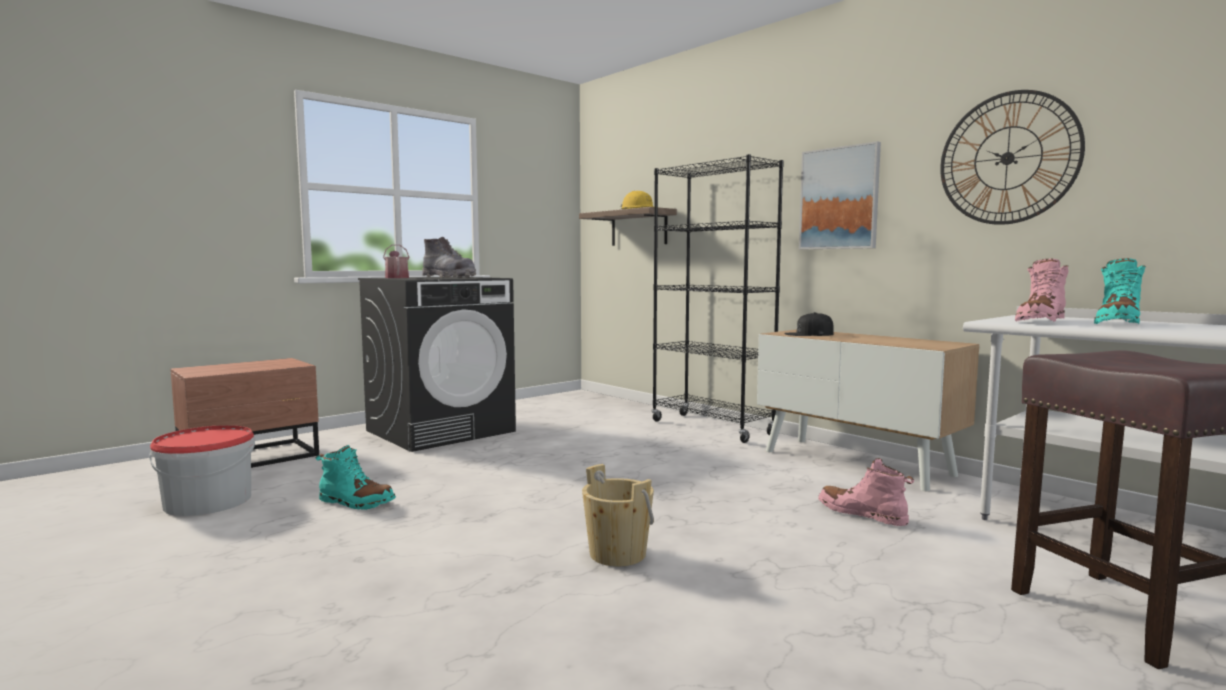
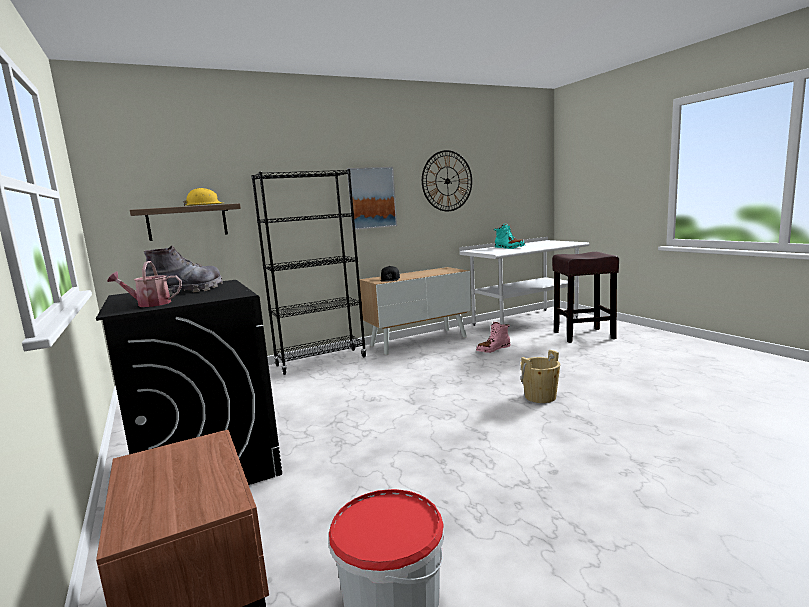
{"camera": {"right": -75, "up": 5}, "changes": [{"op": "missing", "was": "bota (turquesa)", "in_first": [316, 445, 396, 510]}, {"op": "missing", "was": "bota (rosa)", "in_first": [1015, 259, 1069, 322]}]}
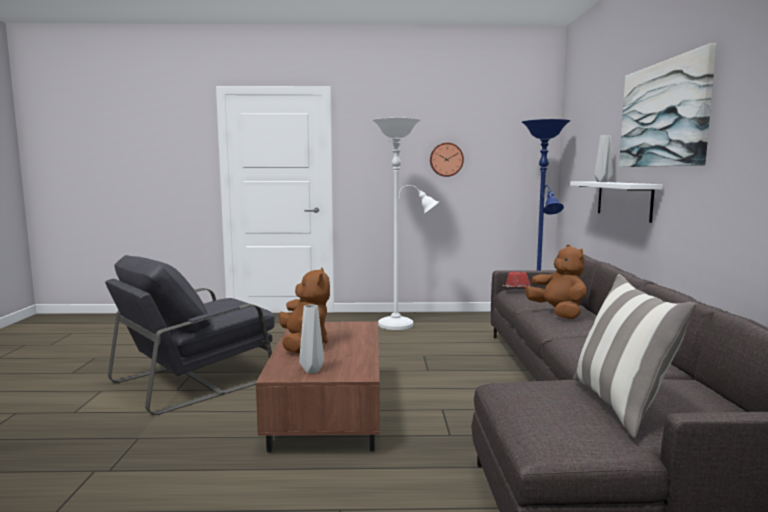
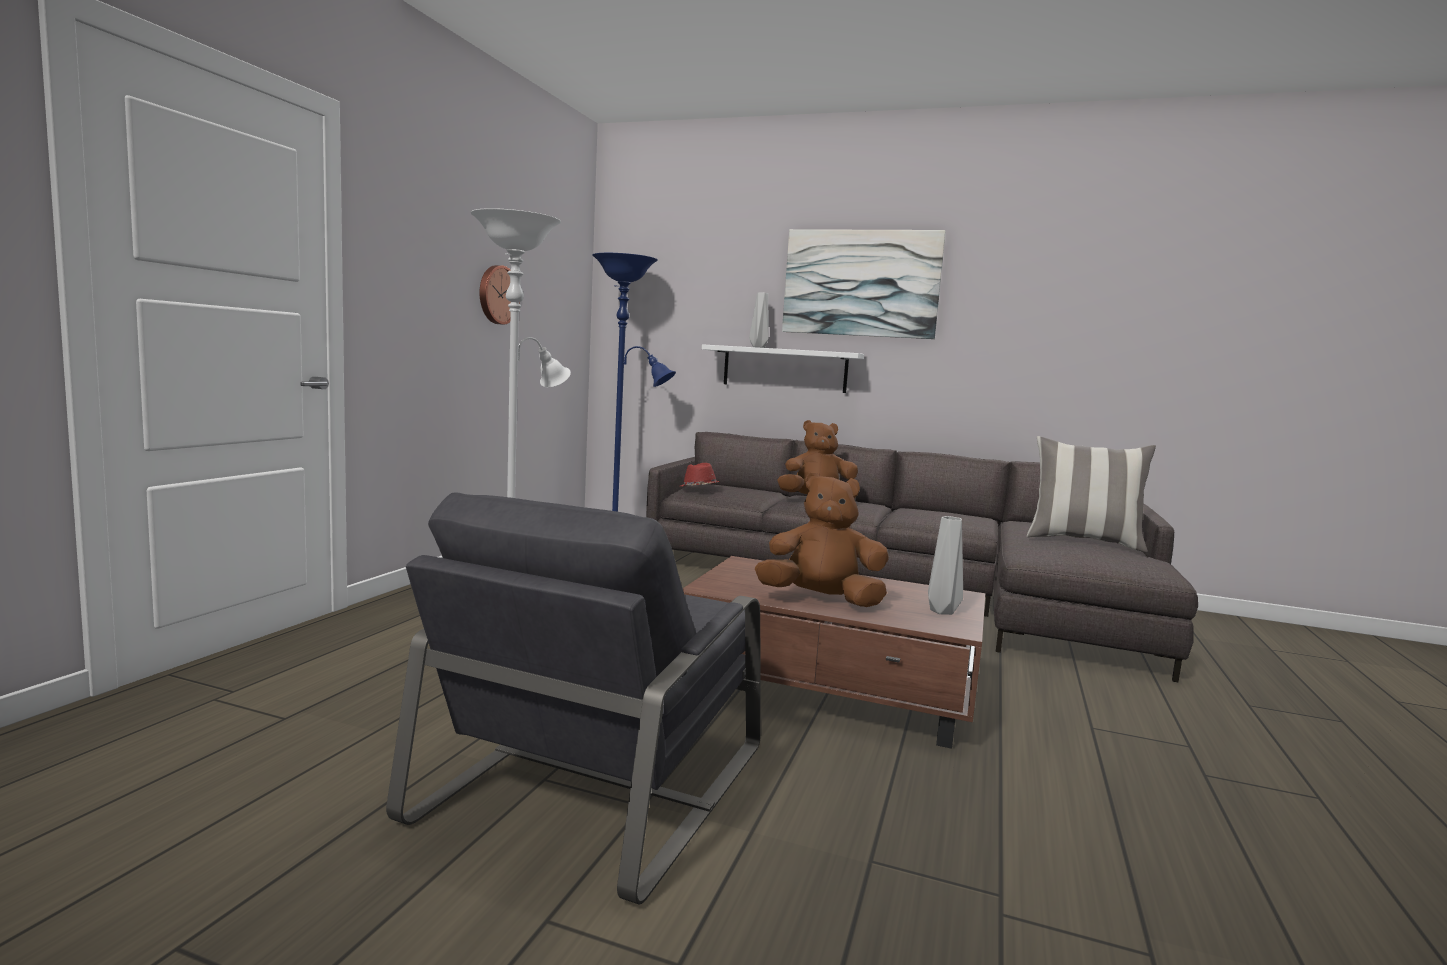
{"camera": {"right": -70, "up": 0}, "changes": [{"op": "spun", "was": "sillón (gris)", "in_first": [105, 255, 275, 415], "in_second": [386, 493, 760, 905], "clockwise": 45}]}
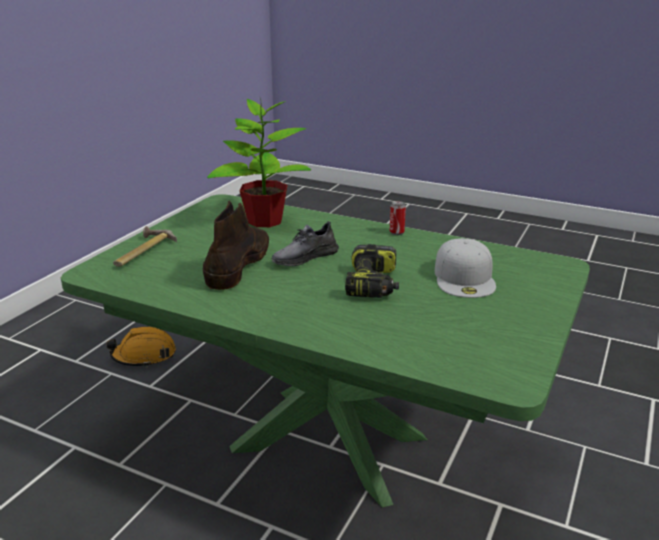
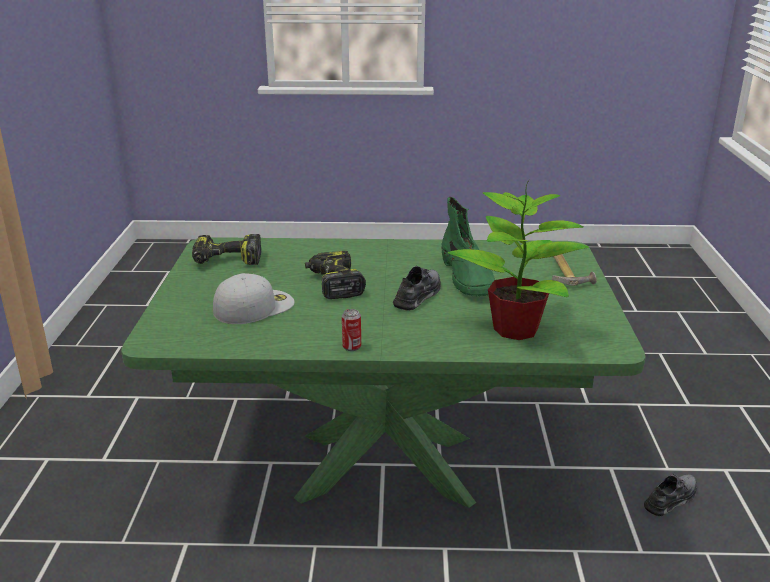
{"camera": {"right": 155, "up": 0}, "changes": [{"op": "appeared", "now": "taladro", "in_second": [192, 234, 261, 265]}, {"op": "exchanged", "was": "casco (naranja)", "now": "zapato (gris)", "in_first": [106, 327, 176, 367], "in_second": [644, 473, 697, 516]}, {"op": "colour", "was": "bota (marrón)", "now": "bota (verde)", "in_first": [203, 201, 269, 290], "in_second": [441, 197, 495, 296]}, {"op": "spun", "was": "gorra (blanco)", "in_first": [435, 238, 496, 298], "in_second": [213, 273, 295, 324], "clockwise": 75}]}
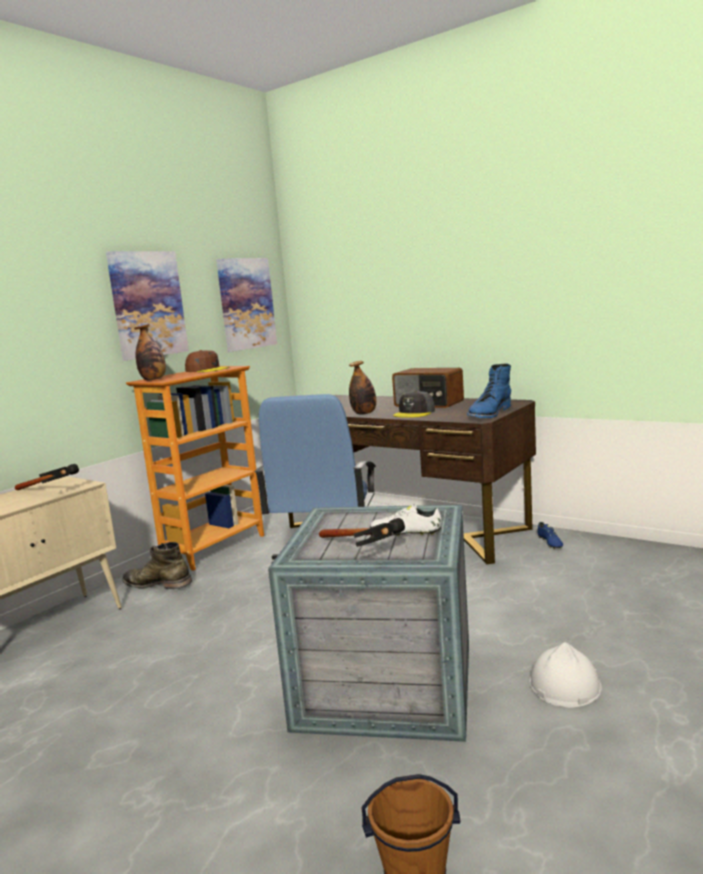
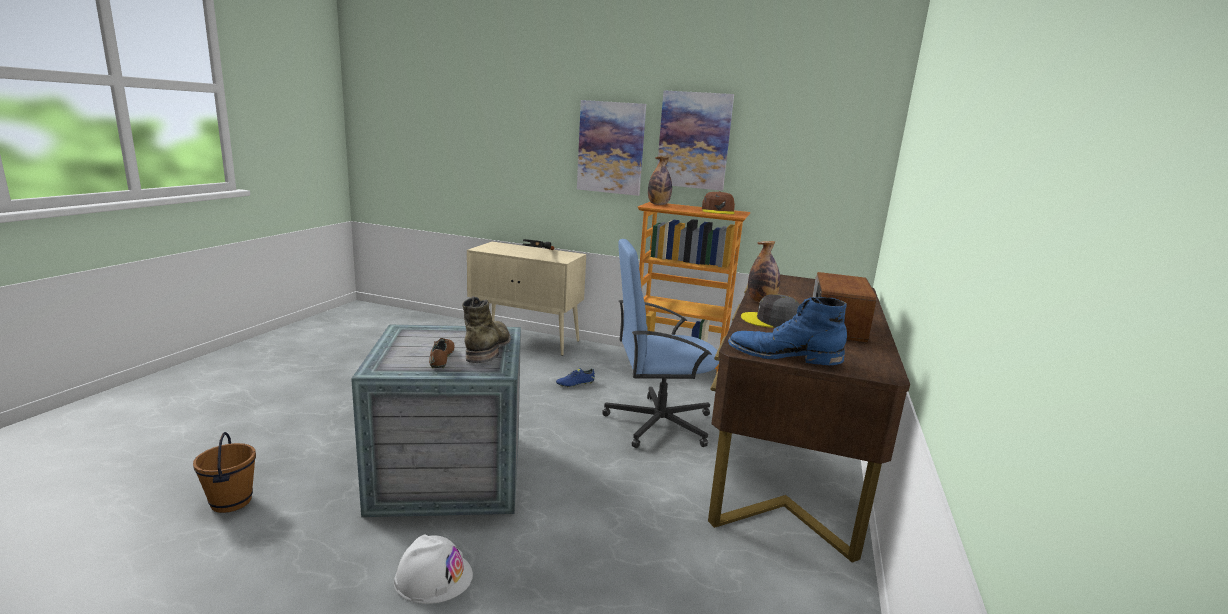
{"camera": {"right": 70, "up": 5}, "changes": [{"op": "missing", "was": "martillo", "in_first": [319, 518, 405, 547]}, {"op": "relocated", "was": "bota (verde)", "in_first": [122, 542, 192, 589], "in_second": [462, 296, 511, 363]}, {"op": "relocated", "was": "cuadro", "in_first": [216, 258, 277, 352], "in_second": [577, 100, 646, 196]}, {"op": "relocated", "was": "zapato (azul)", "in_first": [538, 522, 563, 549], "in_second": [556, 368, 595, 388]}, {"op": "colour", "was": "zapato (blanco)", "now": "zapato (marrón)", "in_first": [371, 504, 442, 536], "in_second": [429, 338, 454, 369]}]}
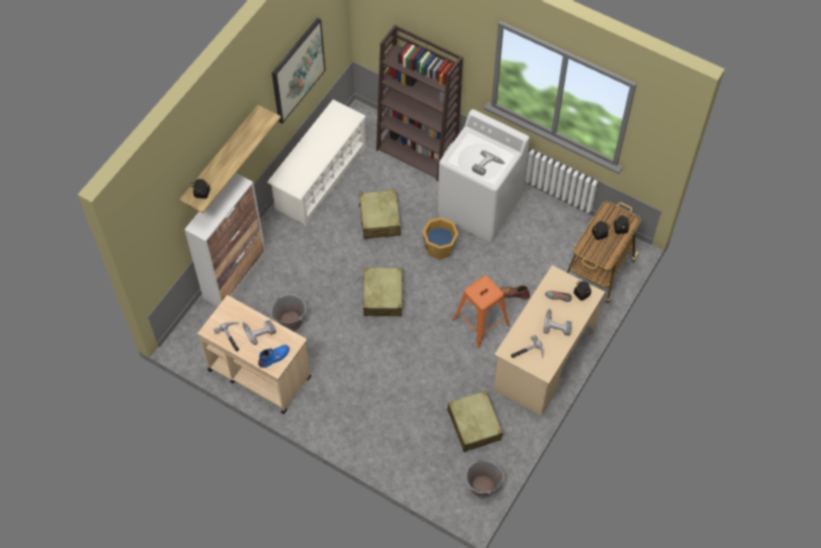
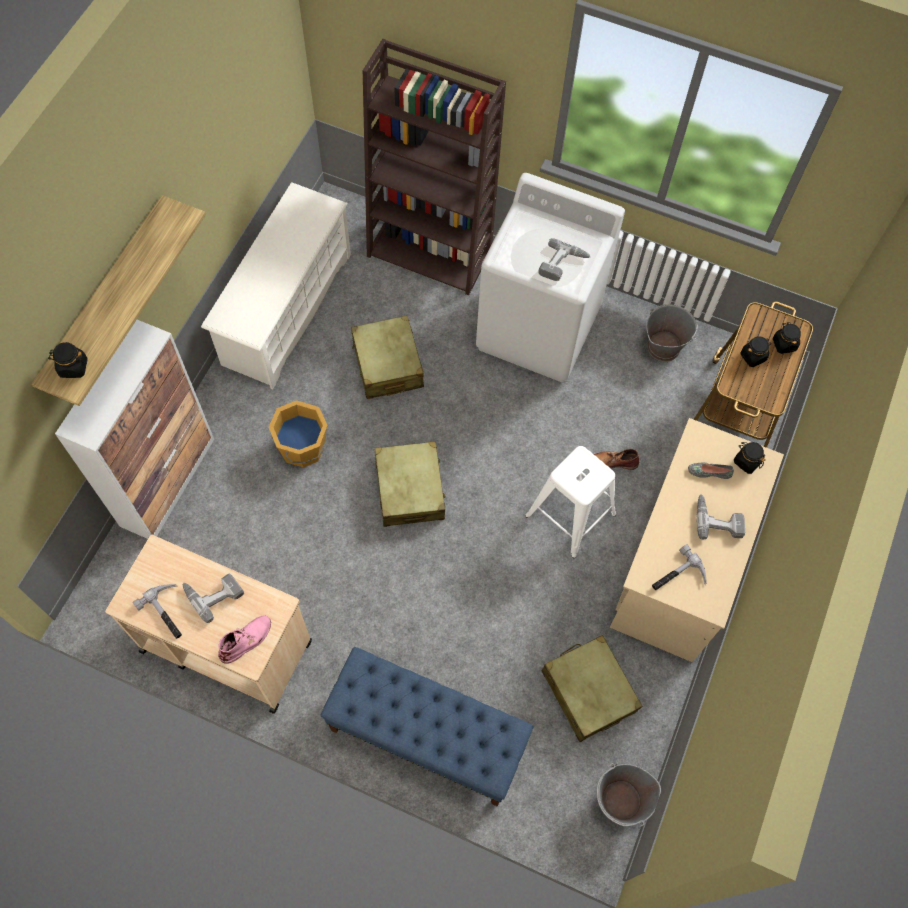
{"camera": {"right": -10, "up": 5}, "changes": [{"op": "missing", "was": "cuadro", "in_first": [272, 18, 326, 124]}, {"op": "appeared", "now": "banco (azul)", "in_second": [320, 647, 534, 807]}, {"op": "relocated", "was": "cubo (gris)", "in_first": [271, 294, 306, 331], "in_second": [646, 304, 698, 362]}, {"op": "relocated", "was": "cubo (naranja)", "in_first": [423, 217, 458, 260], "in_second": [269, 400, 328, 468]}, {"op": "colour", "was": "bota (azul)", "now": "bota (rosa)", "in_first": [258, 345, 290, 368], "in_second": [218, 615, 271, 664]}, {"op": "colour", "was": "taburete (naranja)", "now": "taburete (blanco)", "in_first": [452, 275, 510, 348], "in_second": [525, 446, 616, 558]}]}
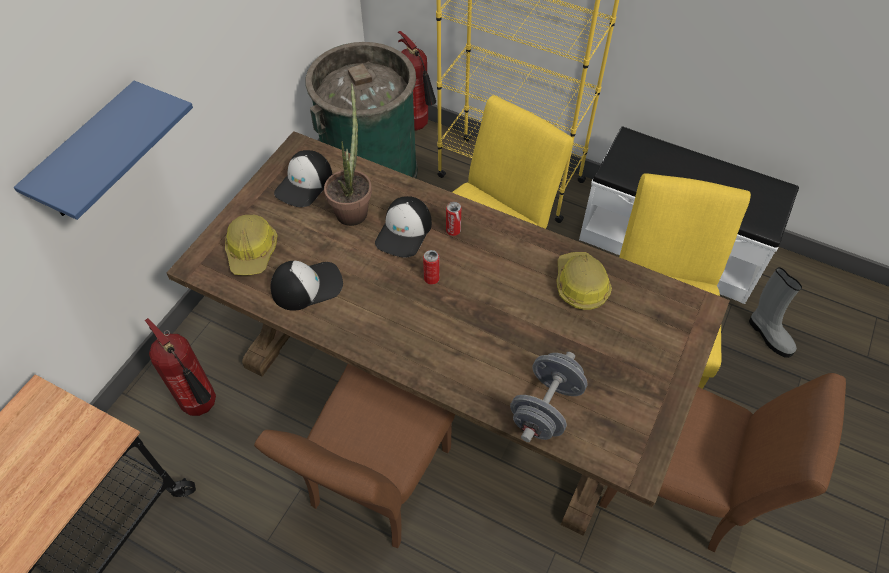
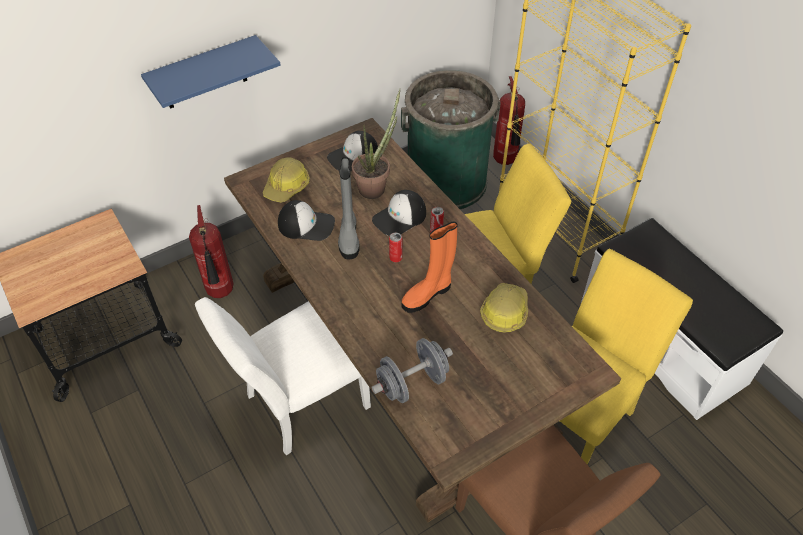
{"camera": {"right": 30, "up": -5}, "changes": [{"op": "appeared", "now": "bota (naranja)", "in_second": [402, 221, 457, 313]}, {"op": "relocated", "was": "bota (gris)", "in_first": [749, 267, 802, 358], "in_second": [338, 157, 359, 259]}, {"op": "colour", "was": "silla (marrón)", "now": "silla (blanco)", "in_first": [254, 364, 455, 548], "in_second": [195, 297, 371, 455]}]}
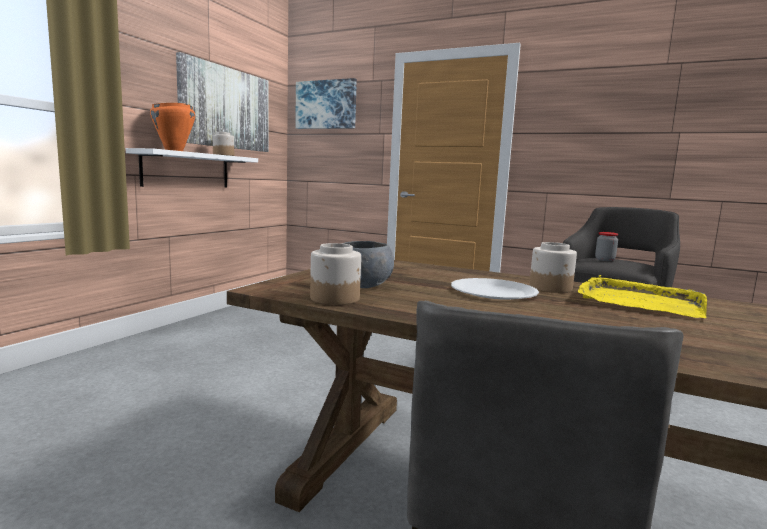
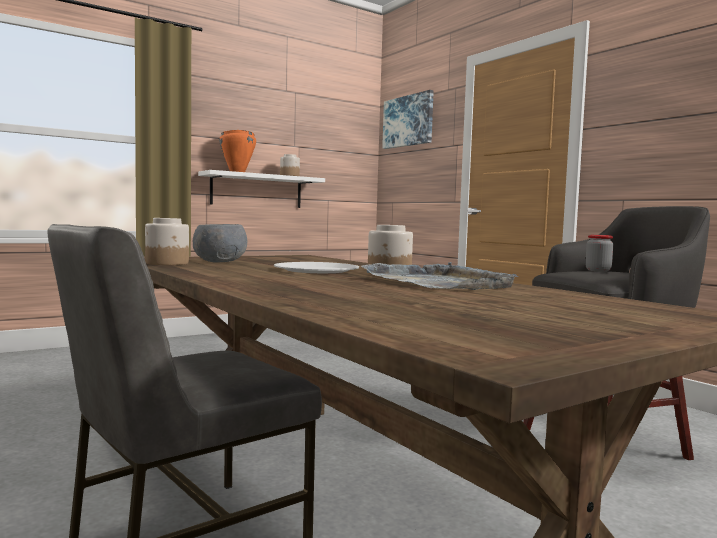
{"camera": {"right": 30, "up": -5}, "changes": [{"op": "missing", "was": "cuadro", "in_first": [176, 52, 269, 152]}, {"op": "colour", "was": "bandeja (amarillo)", "now": "bandeja (gris)", "in_first": [578, 275, 707, 318], "in_second": [361, 262, 518, 290]}]}
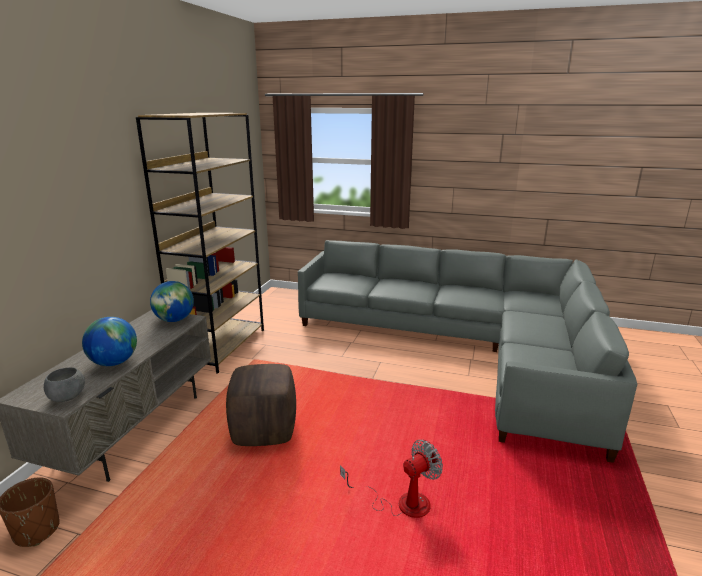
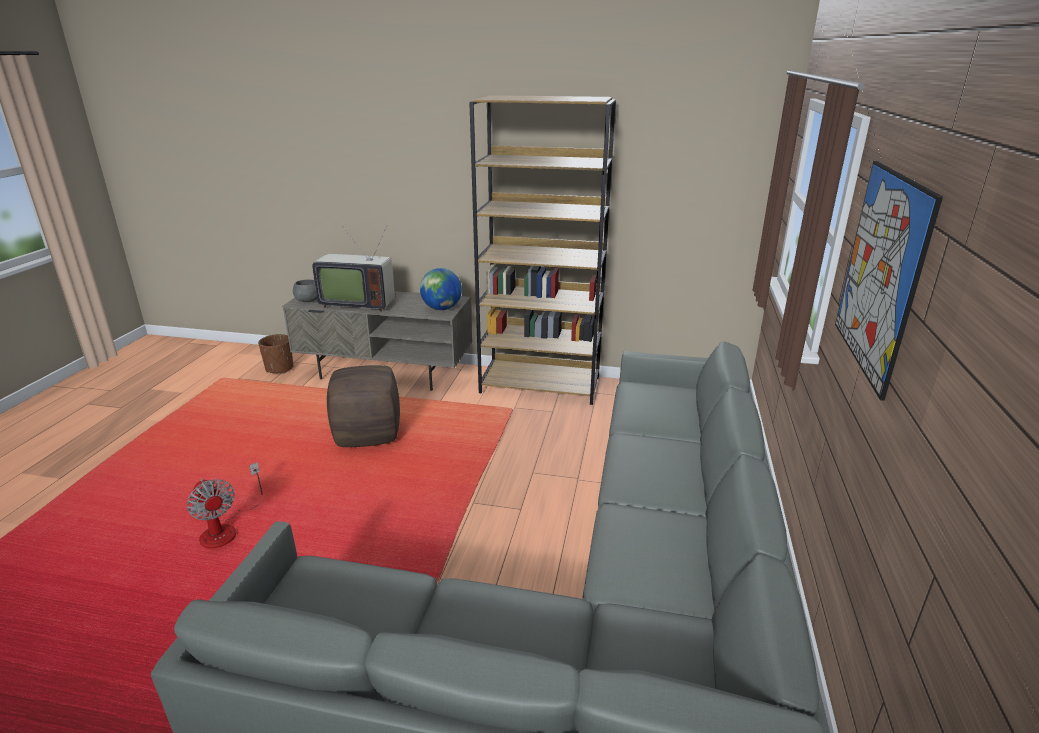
{"camera": {"right": 85, "up": 5}, "changes": [{"op": "appeared", "now": "cuadro", "in_second": [835, 161, 943, 401]}, {"op": "exchanged", "was": "globo terráqueo", "now": "televisor", "in_first": [82, 317, 137, 366], "in_second": [312, 225, 395, 312]}]}
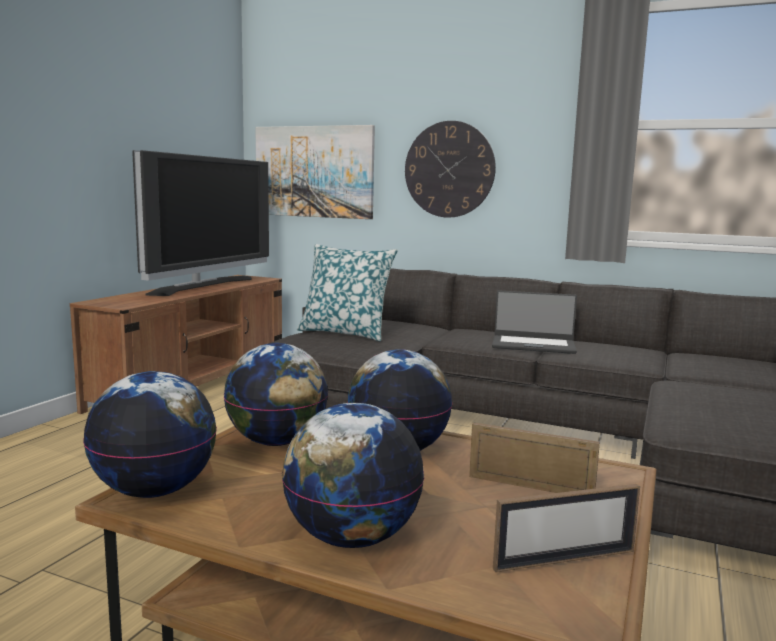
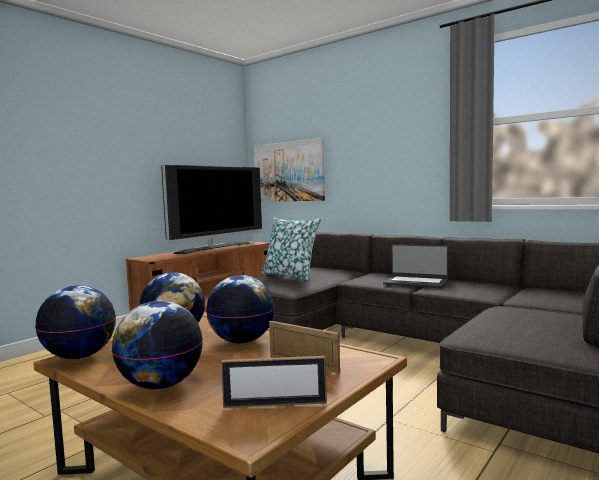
{"camera": {"right": 15, "up": -5}, "changes": [{"op": "missing", "was": "reloj de pared", "in_first": [405, 121, 496, 218]}]}
